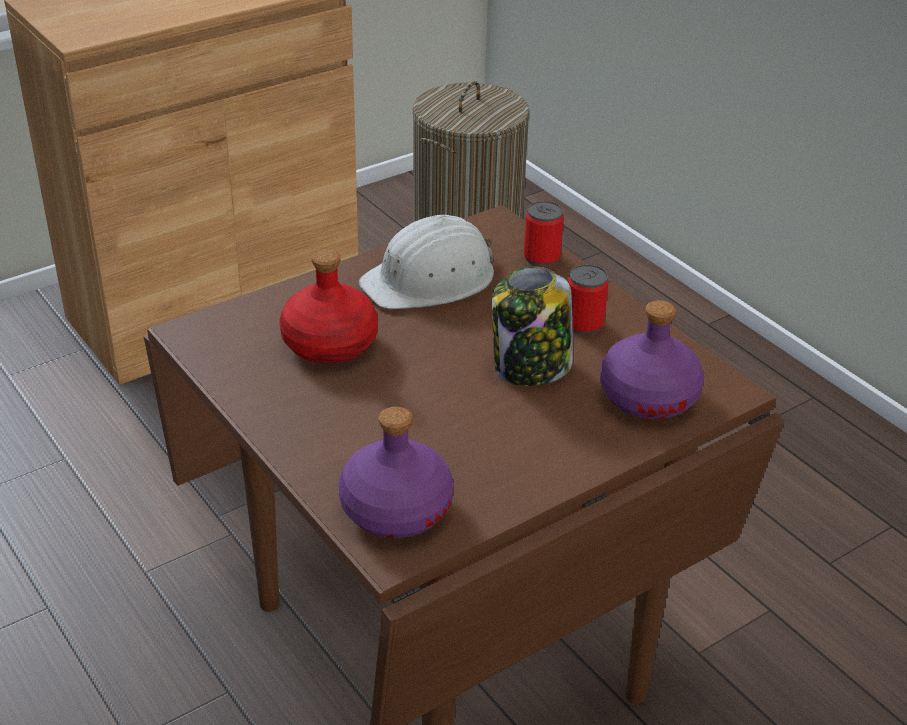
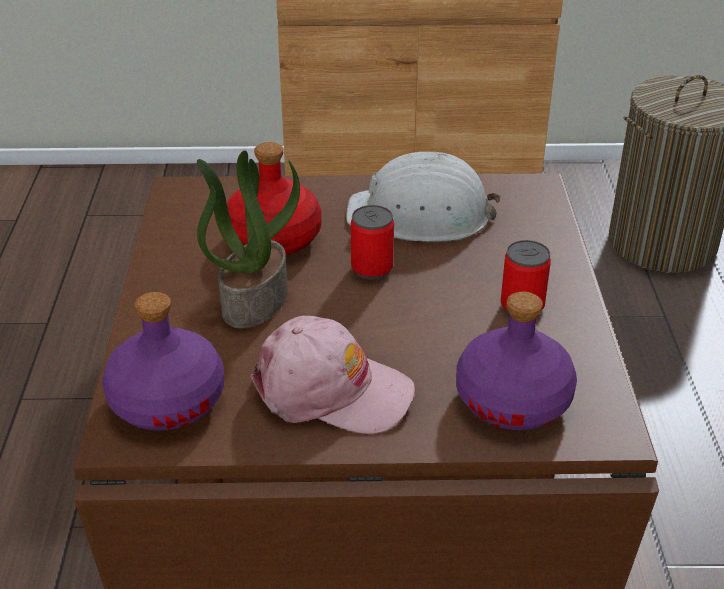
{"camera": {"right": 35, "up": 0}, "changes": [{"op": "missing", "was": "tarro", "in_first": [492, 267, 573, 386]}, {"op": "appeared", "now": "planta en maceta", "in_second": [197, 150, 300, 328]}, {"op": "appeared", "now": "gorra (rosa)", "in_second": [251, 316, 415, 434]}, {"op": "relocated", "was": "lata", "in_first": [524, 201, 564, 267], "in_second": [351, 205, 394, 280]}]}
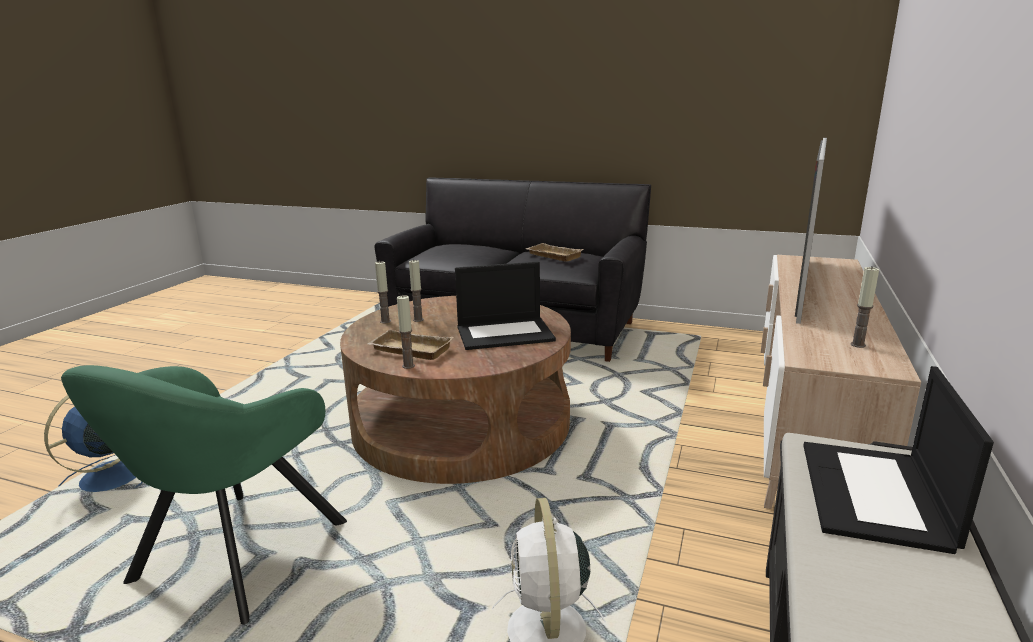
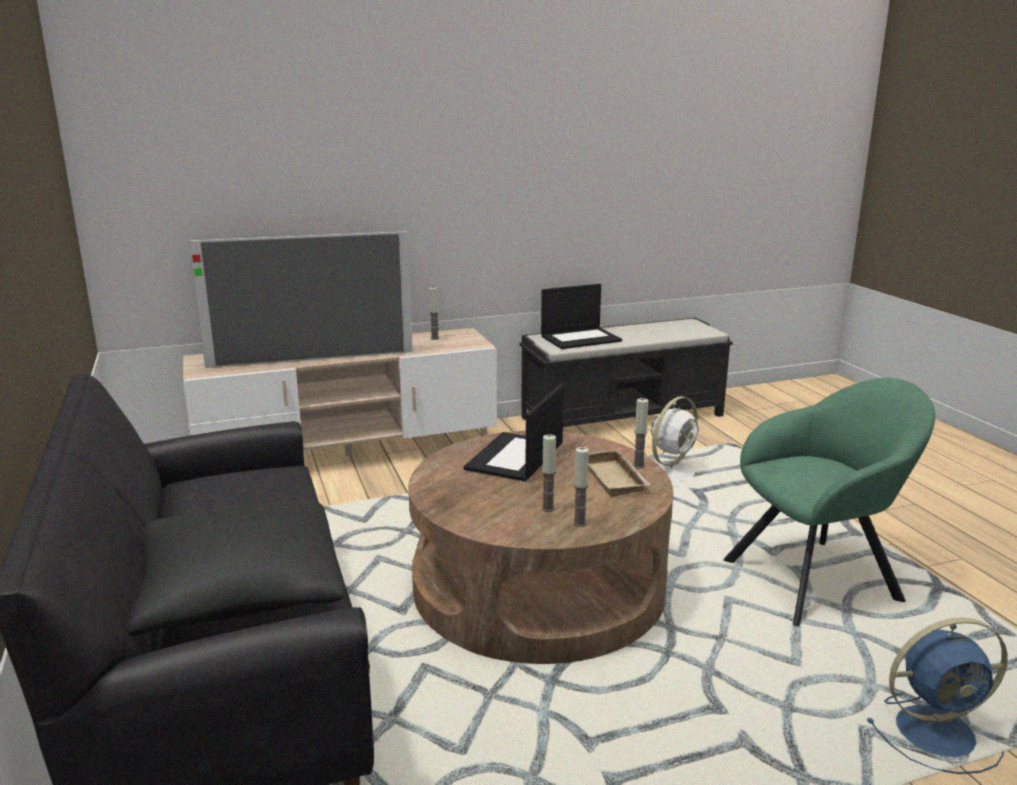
{"camera": {"right": -130, "up": 0}, "changes": [{"op": "missing", "was": "bandeja (beis)", "in_first": [526, 243, 583, 262]}, {"op": "appeared", "now": "cojín (negro)", "in_second": [126, 500, 344, 635]}, {"op": "spun", "was": "portátil", "in_first": [455, 261, 556, 350], "in_second": [464, 383, 564, 481], "clockwise": -105}]}
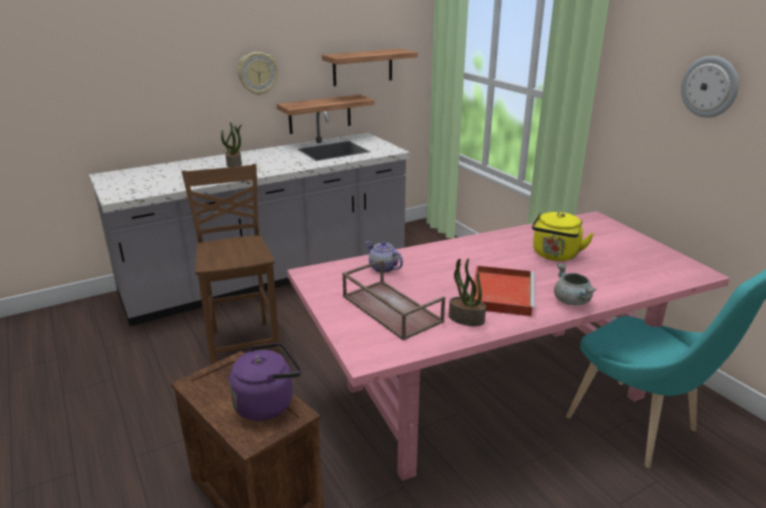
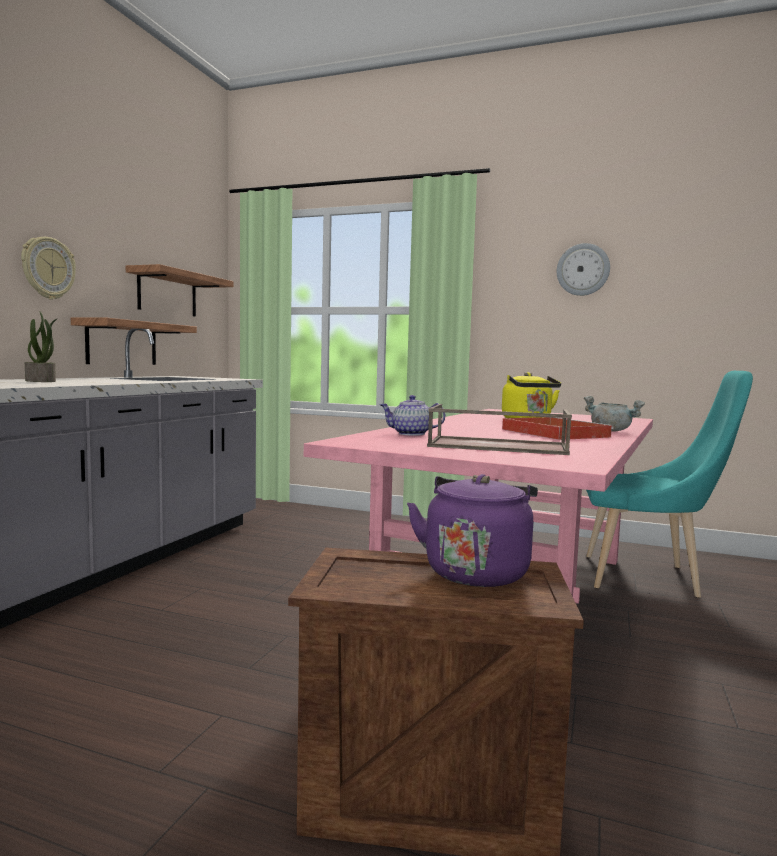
{"camera": {"right": -40, "up": -20}, "changes": [{"op": "missing", "was": "silla (marrón)", "in_first": [181, 164, 280, 365]}, {"op": "missing", "was": "planta en maceta", "in_first": [449, 258, 486, 326]}]}
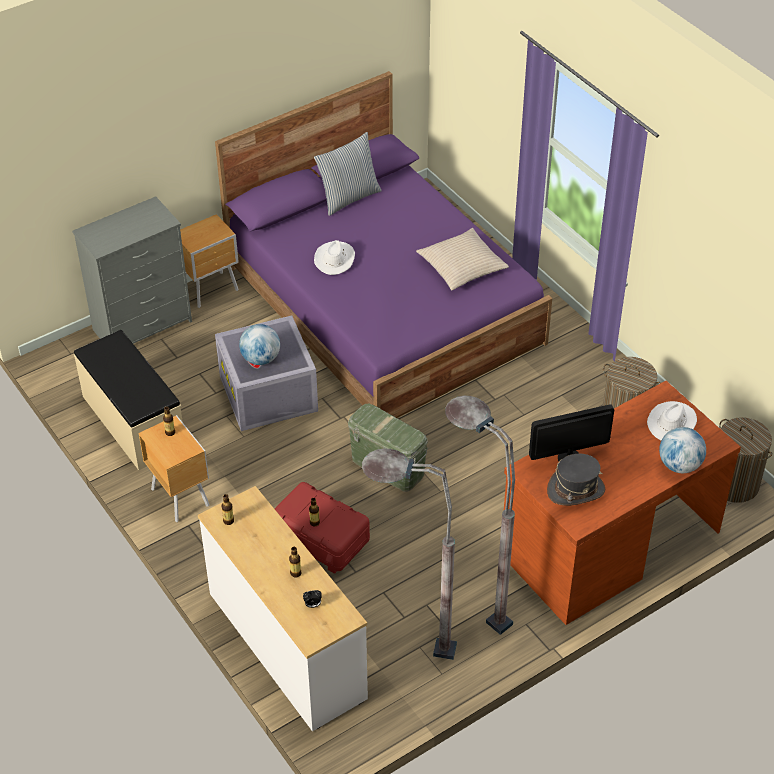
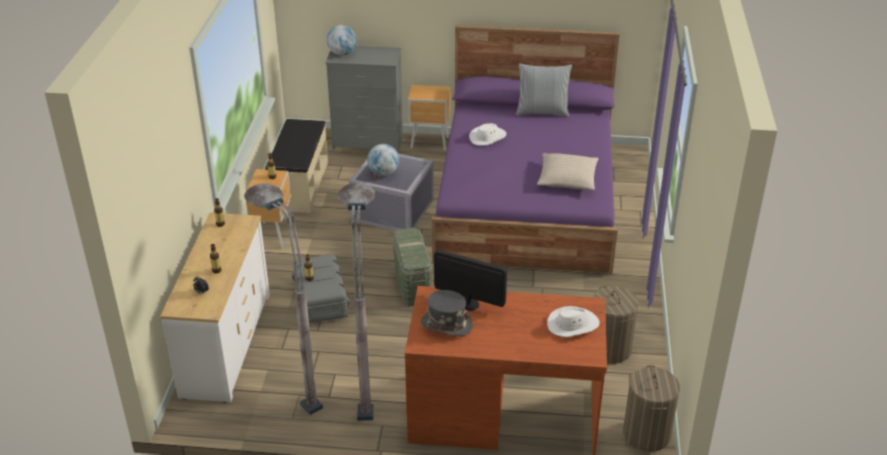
{"camera": {"right": 40, "up": -10}, "changes": [{"op": "relocated", "was": "globo terráqueo", "in_first": [659, 427, 706, 473], "in_second": [327, 25, 357, 55]}, {"op": "colour", "was": "caja de almacenaje (rojo)", "now": "caja de almacenaje (gris)", "in_first": [275, 482, 370, 574], "in_second": [291, 255, 350, 323]}]}
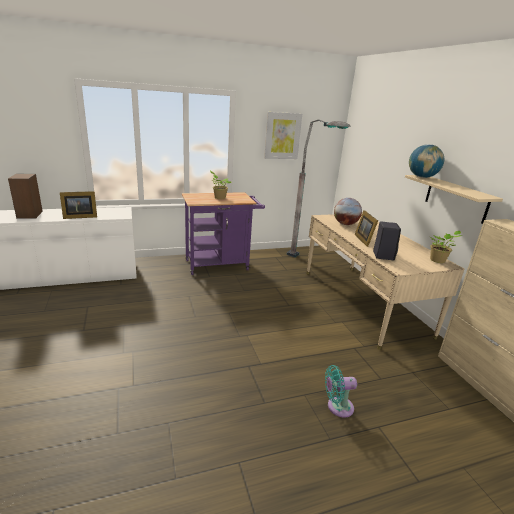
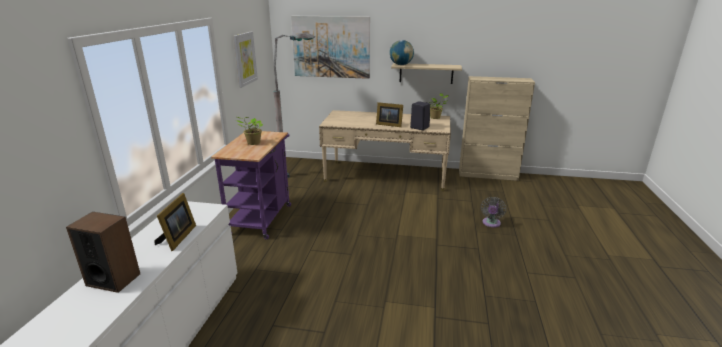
{"camera": {"right": -60, "up": 0}, "changes": [{"op": "missing", "was": "globo terráqueo", "in_first": [334, 198, 362, 225]}, {"op": "appeared", "now": "cuadro", "in_second": [291, 16, 370, 79]}, {"op": "colour", "was": "ventilador (turquesa)", "now": "ventilador (gris)", "in_first": [325, 365, 357, 418], "in_second": [481, 197, 506, 227]}]}
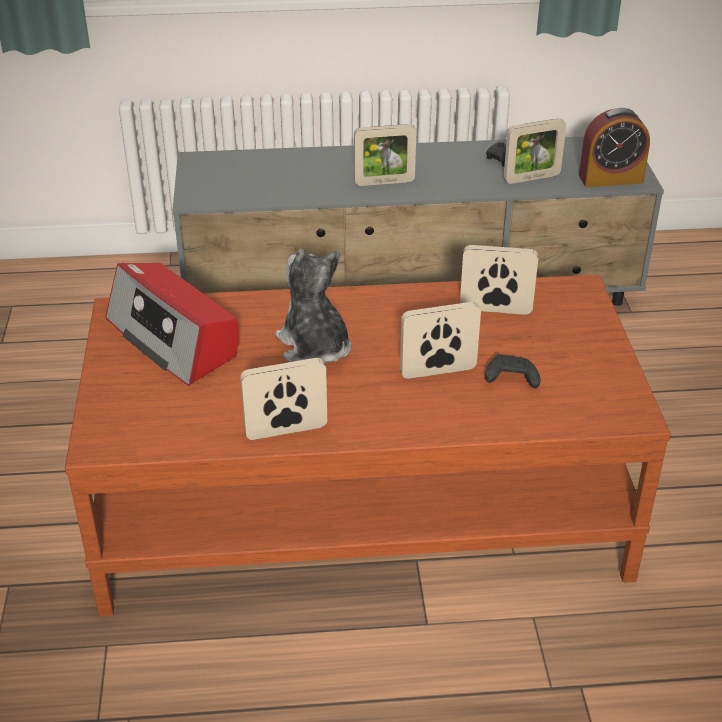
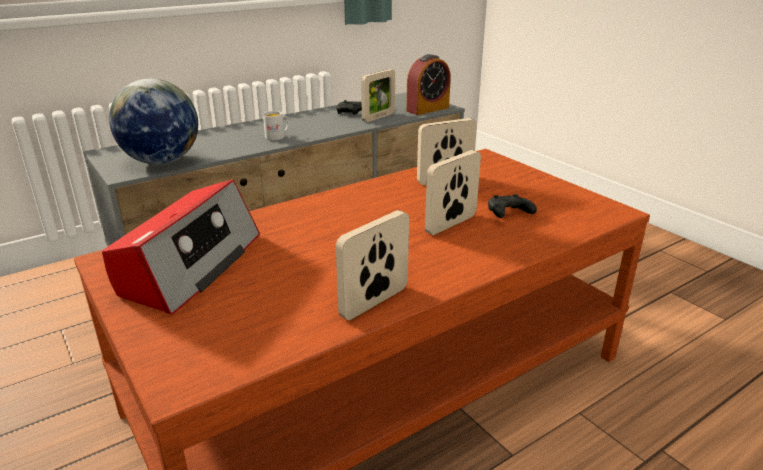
{"camera": {"right": -30, "up": -10}, "changes": [{"op": "missing", "was": "peluche", "in_first": [275, 249, 352, 363]}, {"op": "appeared", "now": "globo terráqueo", "in_second": [109, 79, 198, 165]}, {"op": "exchanged", "was": "portarretratos", "now": "taza grande (blanco)", "in_first": [354, 124, 416, 186], "in_second": [263, 111, 289, 140]}, {"op": "spun", "was": "radio", "in_first": [105, 263, 239, 386], "in_second": [102, 180, 260, 315], "clockwise": -90}]}
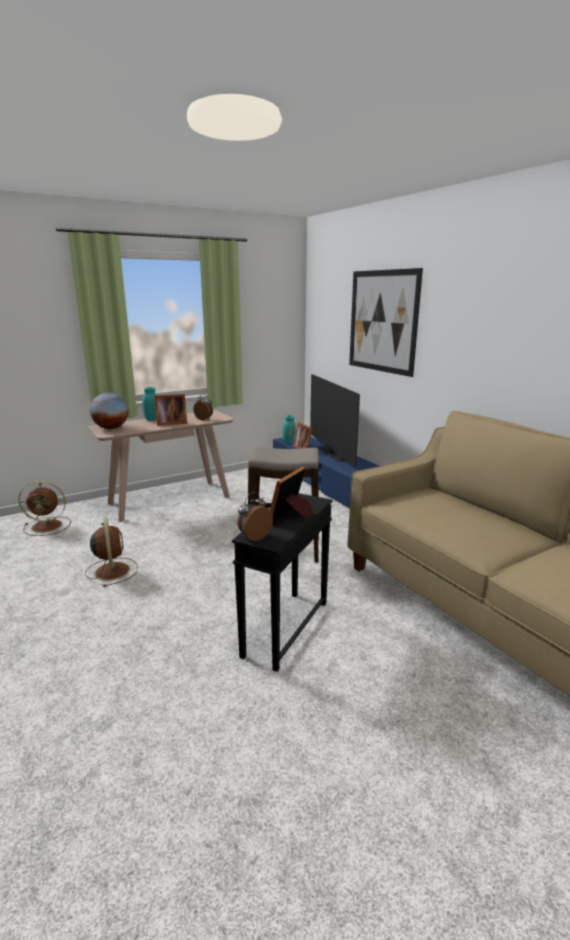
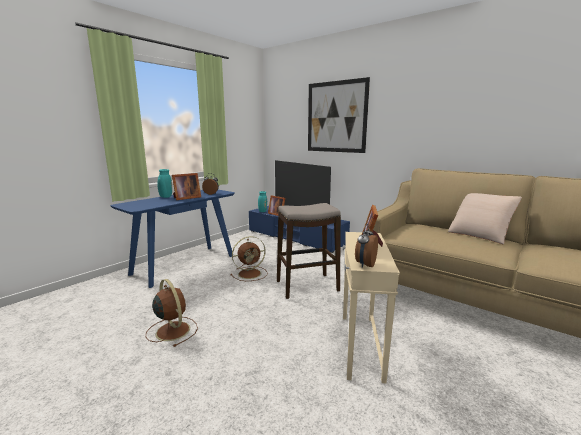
{"camera": {"right": -20, "up": -5}, "changes": [{"op": "missing", "was": "globo terráqueo", "in_first": [90, 392, 128, 429]}, {"op": "appeared", "now": "cojín (beis)", "in_second": [448, 193, 522, 244]}, {"op": "relocated", "was": "ventilador (marrón)", "in_first": [19, 481, 71, 536], "in_second": [230, 236, 268, 281]}, {"op": "colour", "was": "mesa consola (beis)", "now": "mesa consola (azul)", "in_first": [88, 410, 234, 522], "in_second": [110, 190, 235, 288]}, {"op": "colour", "was": "mesa auxiliar (negro)", "now": "mesa auxiliar (beis)", "in_first": [232, 493, 333, 672], "in_second": [343, 232, 400, 384]}]}
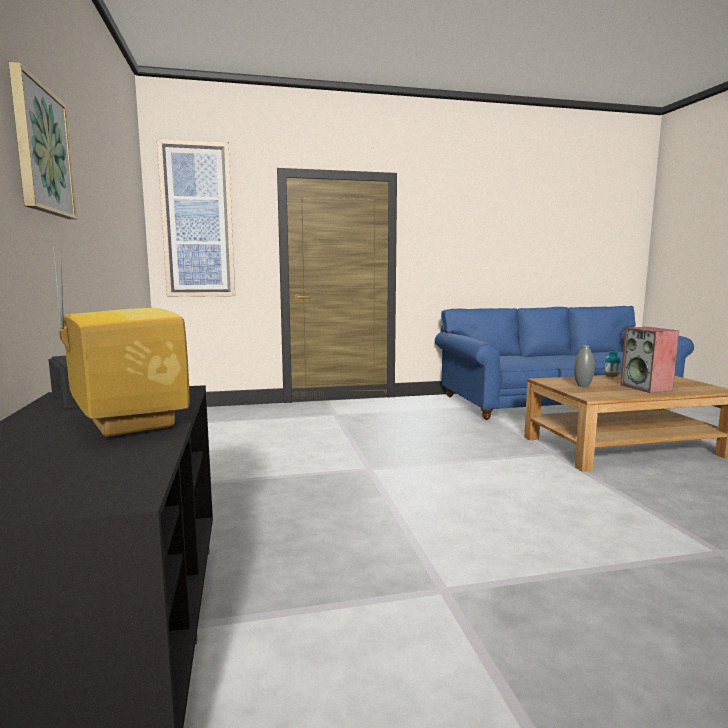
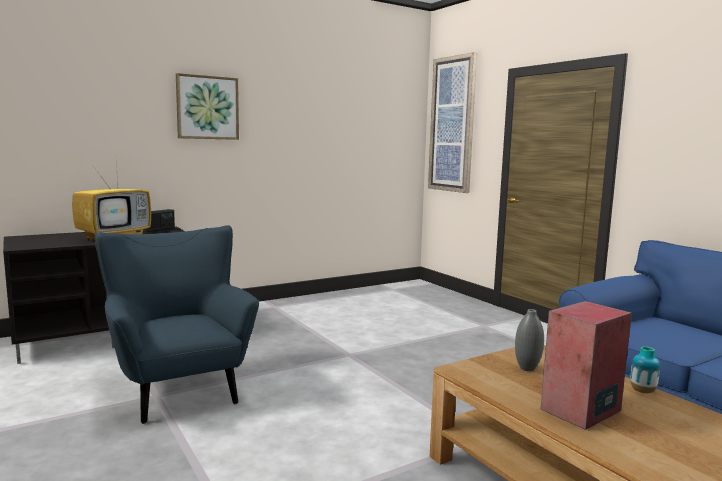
{"camera": {"right": 70, "up": 0}, "changes": [{"op": "appeared", "now": "sillón (azul)", "in_second": [95, 225, 259, 424]}]}
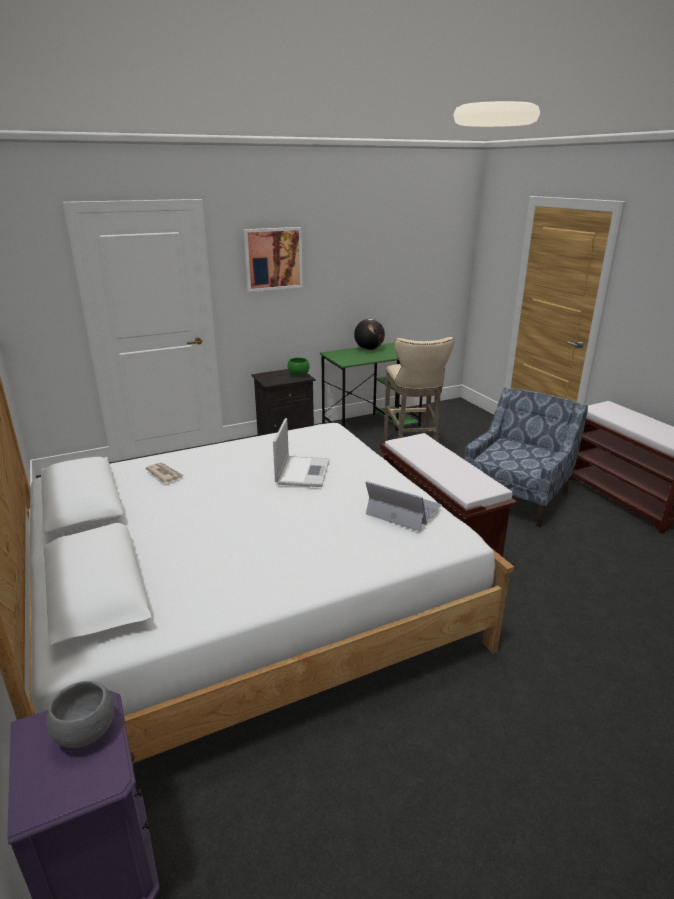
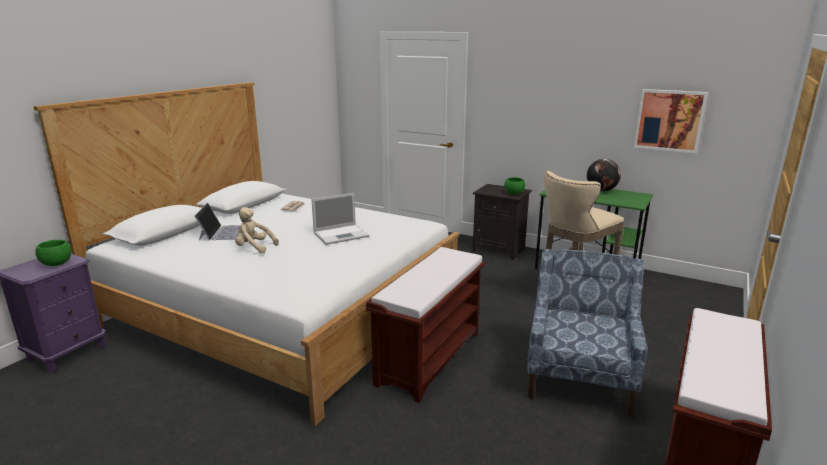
{"camera": {"right": 55, "up": -5}, "changes": [{"op": "appeared", "now": "peluche (beis)", "in_second": [235, 207, 279, 254]}, {"op": "relocated", "was": "cuadro", "in_first": [244, 227, 303, 292], "in_second": [634, 89, 708, 154]}, {"op": "relocated", "was": "portátil", "in_first": [365, 481, 442, 531], "in_second": [194, 203, 240, 240]}, {"op": "colour", "was": "cuenco (gris)", "now": "cuenco (verde)", "in_first": [46, 681, 114, 748], "in_second": [35, 240, 72, 266]}, {"op": "spun", "was": "sillón (azul)", "in_first": [465, 388, 588, 528], "in_second": [527, 249, 648, 417], "clockwise": -75}]}
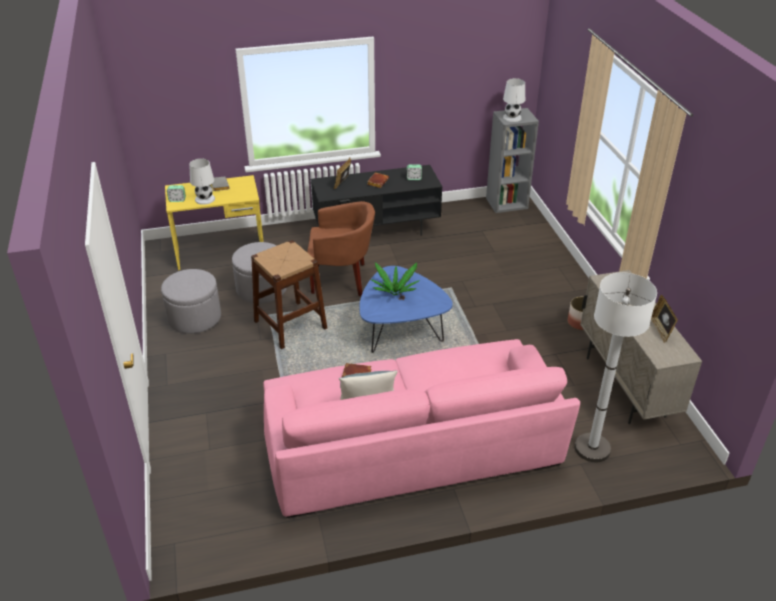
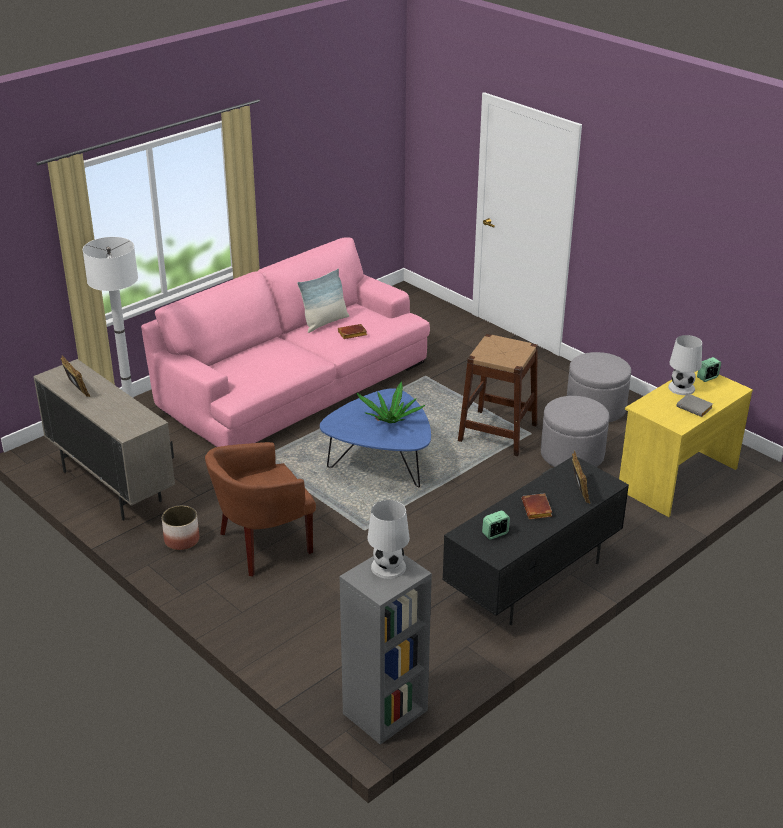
{"camera": {"right": 150, "up": -5}, "changes": [{"op": "relocated", "was": "sillón (marrón)", "in_first": [307, 201, 375, 296], "in_second": [205, 442, 316, 577]}]}
